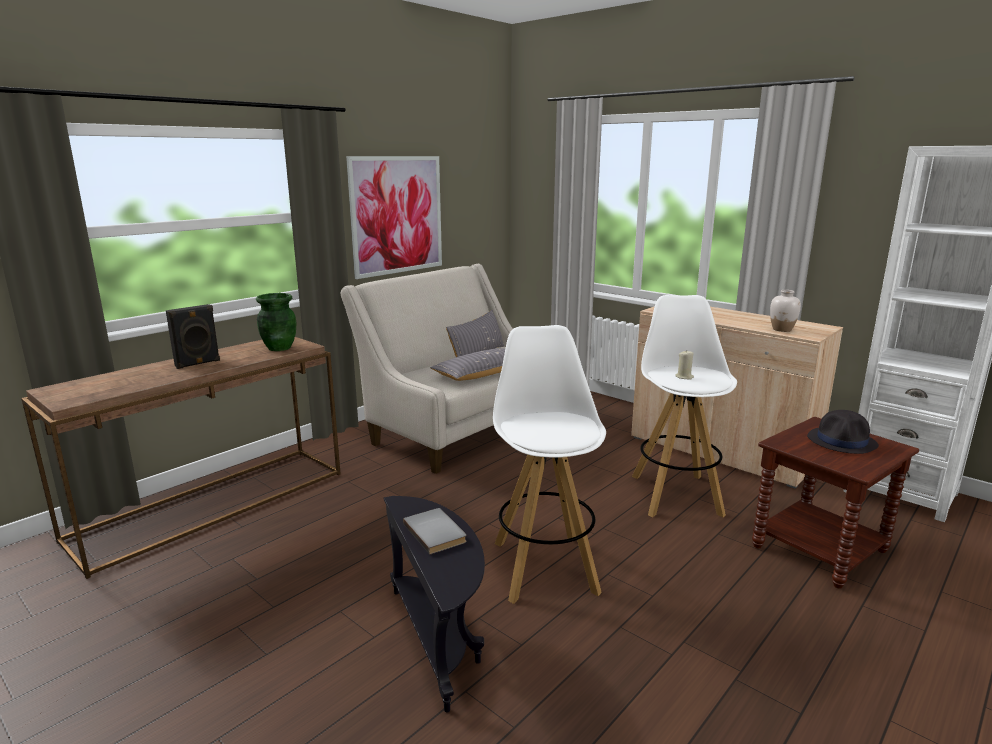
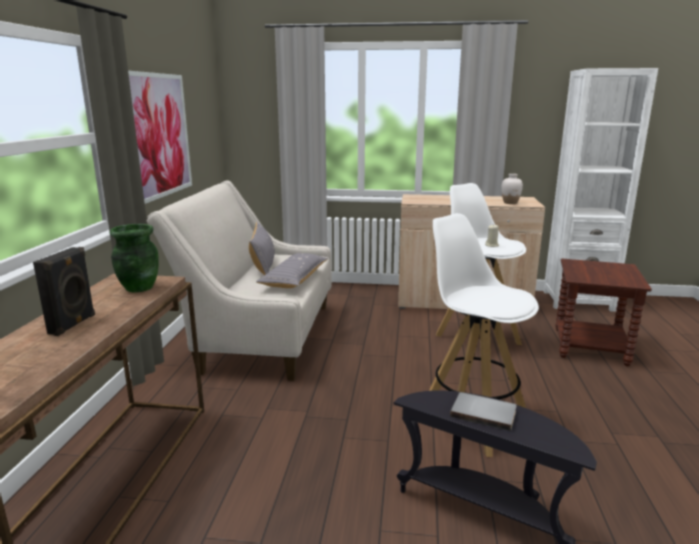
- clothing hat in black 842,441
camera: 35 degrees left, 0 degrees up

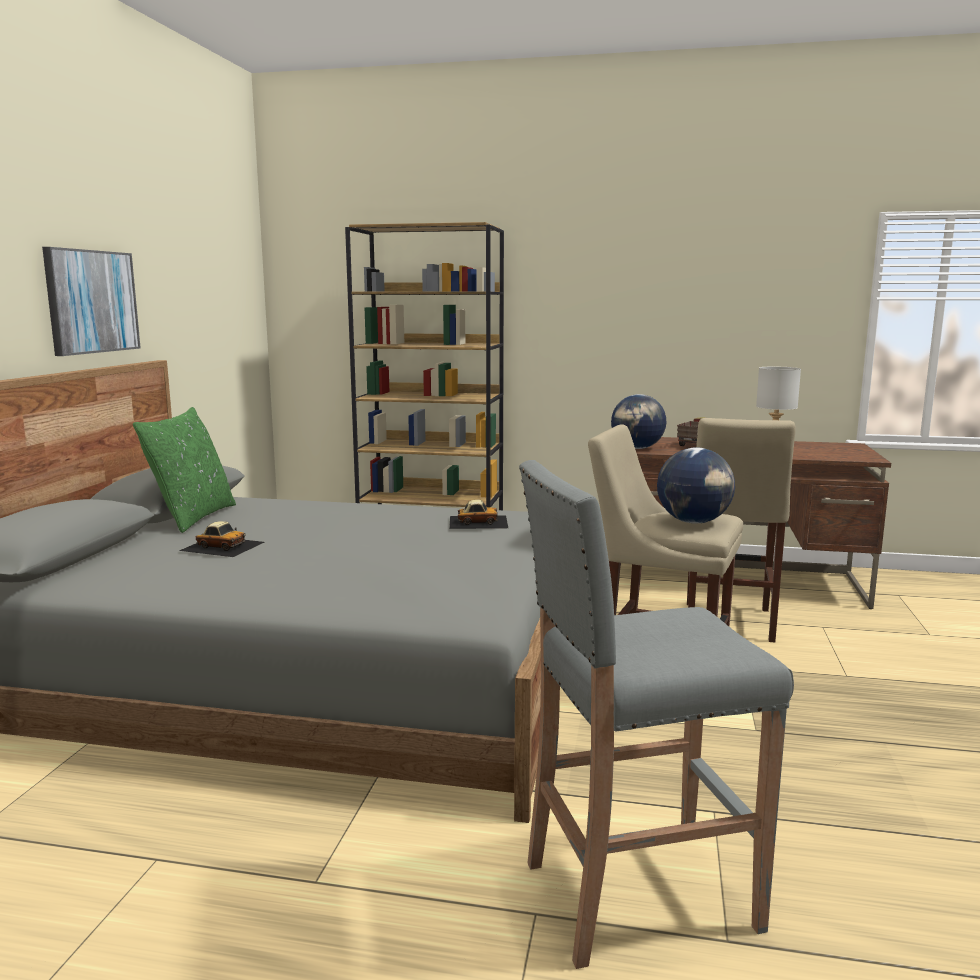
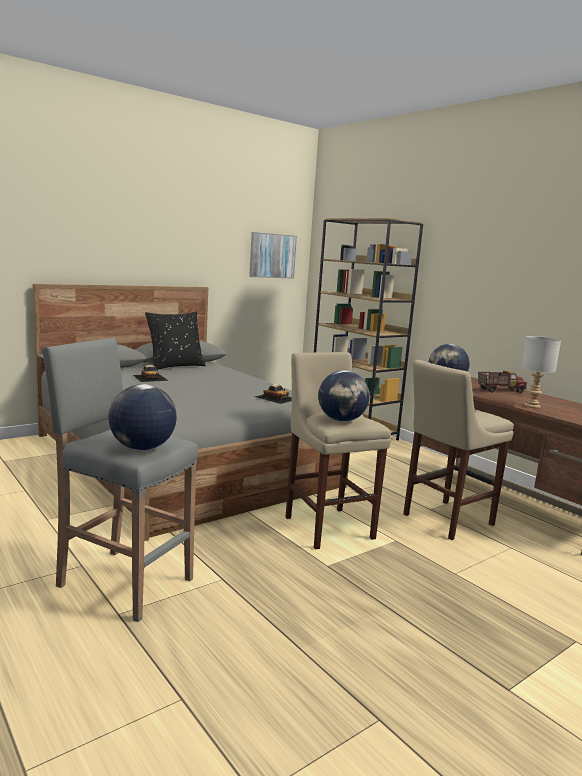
~ wall picture 91,301 to 272,255
~ throw pillow in greenish 192,518 to throw pillow in black 175,366
+ world globe 142,448
camera: 40 degrees right, 0 degrees up

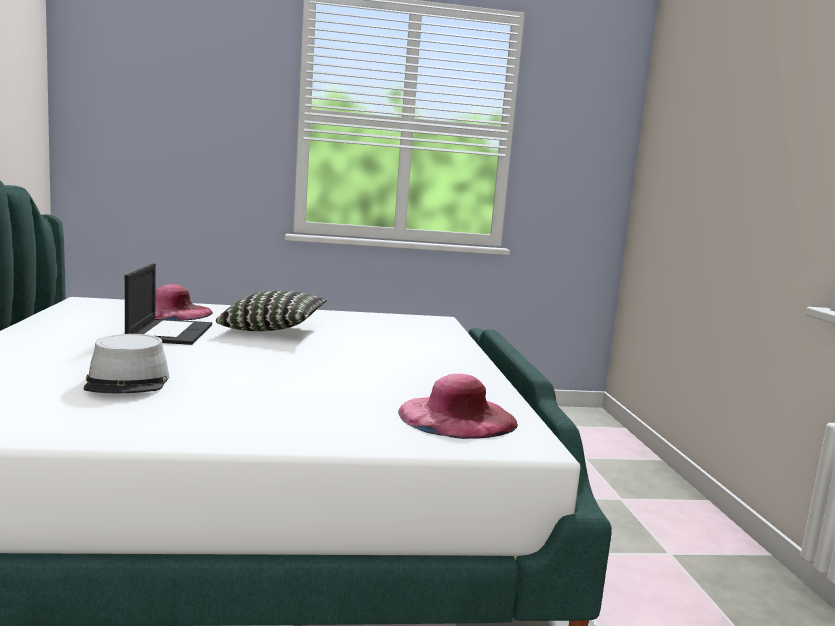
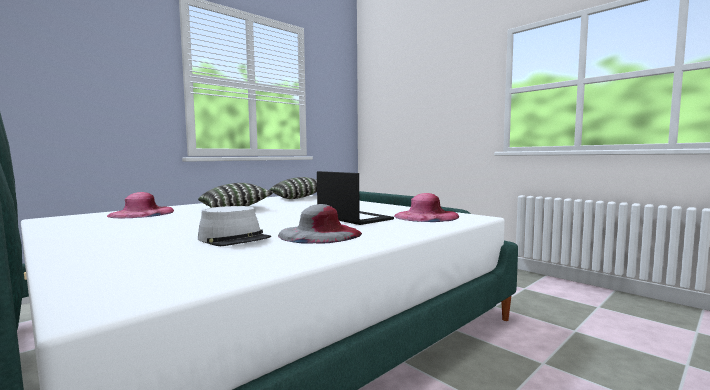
~ portable computer 170,332 to 353,218
+ throw pillow 298,198
+ clothing hat in gray 320,233
camera: 35 degrees left, 5 degrees down

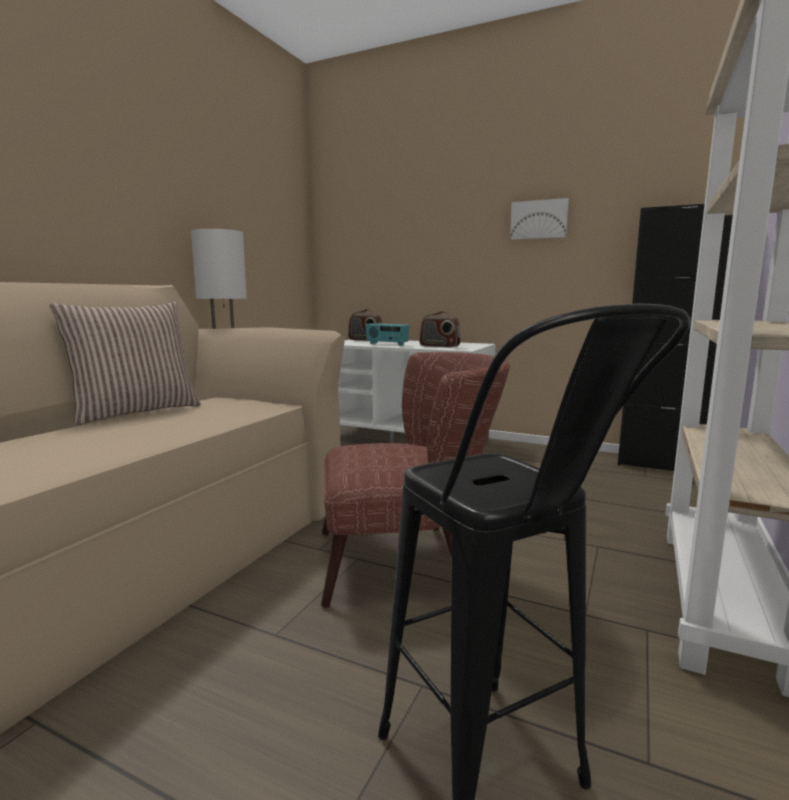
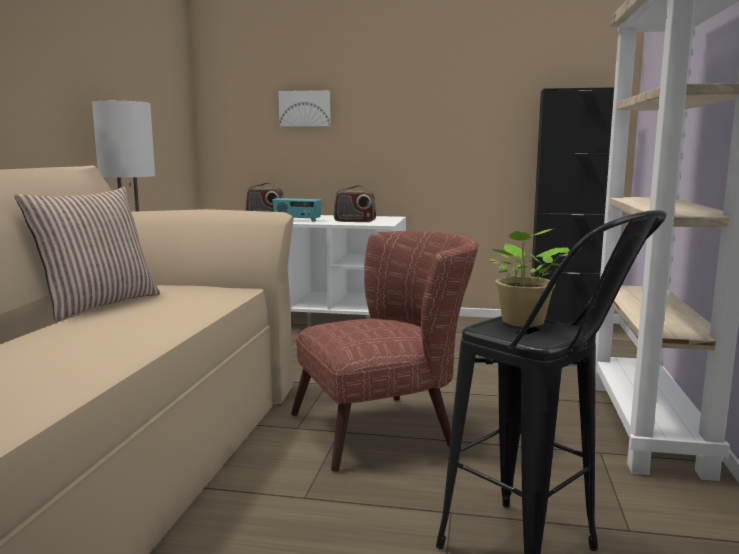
~ wall picture 539,219 to 305,108
+ plant in a pot 522,322
camera: 15 degrees left, 0 degrees up

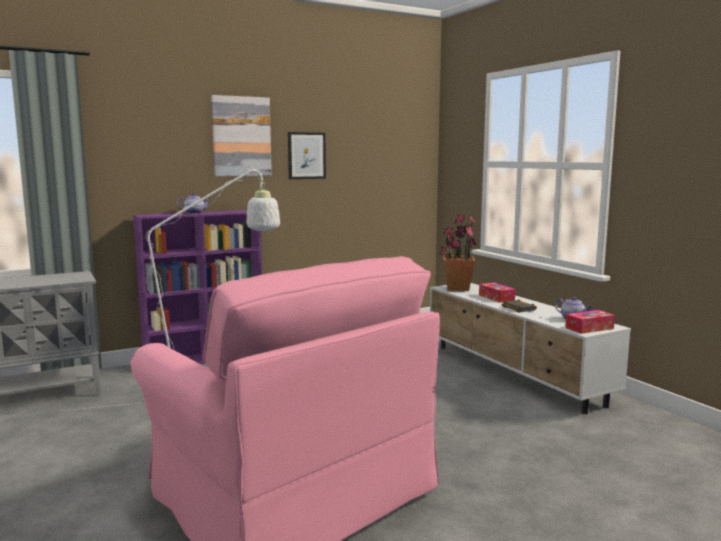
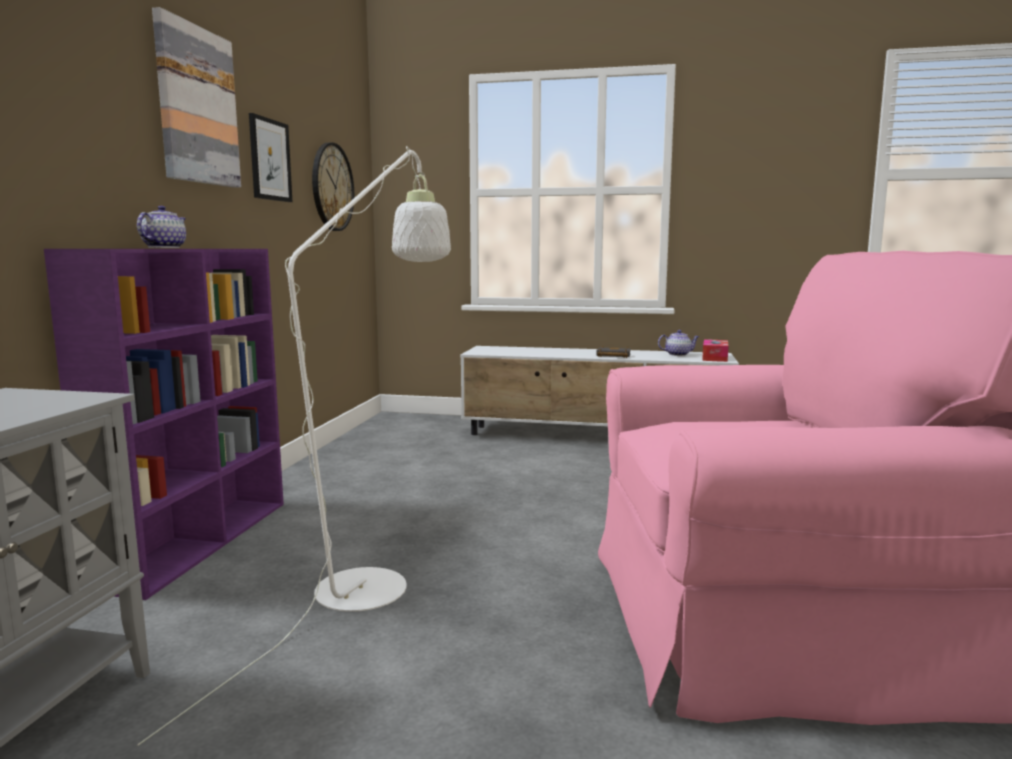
- plant in a pot 457,288
- tissue holder 496,298
+ clock on the wall 332,187
camera: 50 degrees left, 0 degrees up

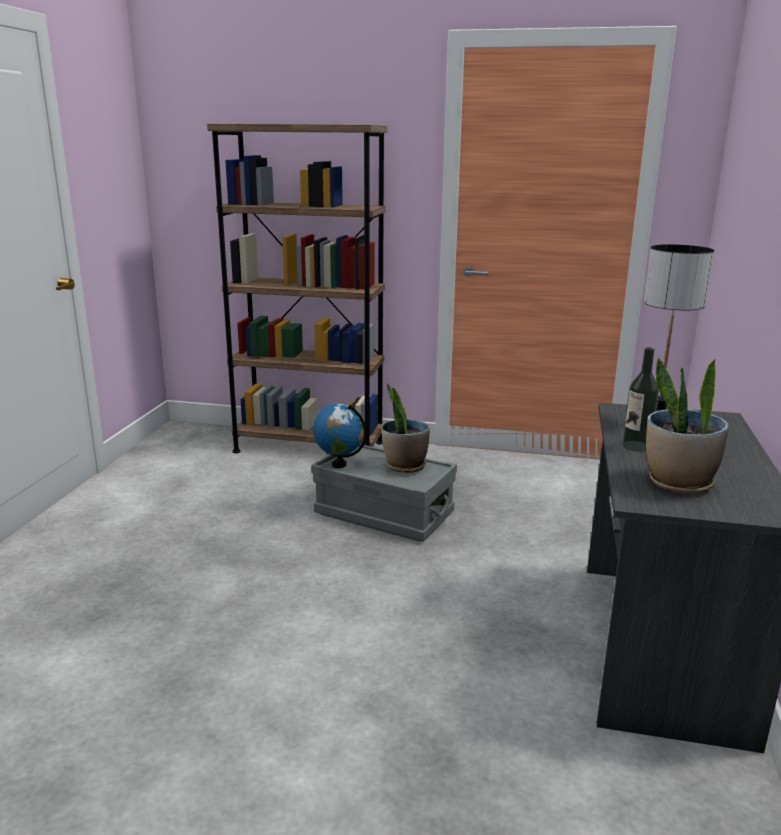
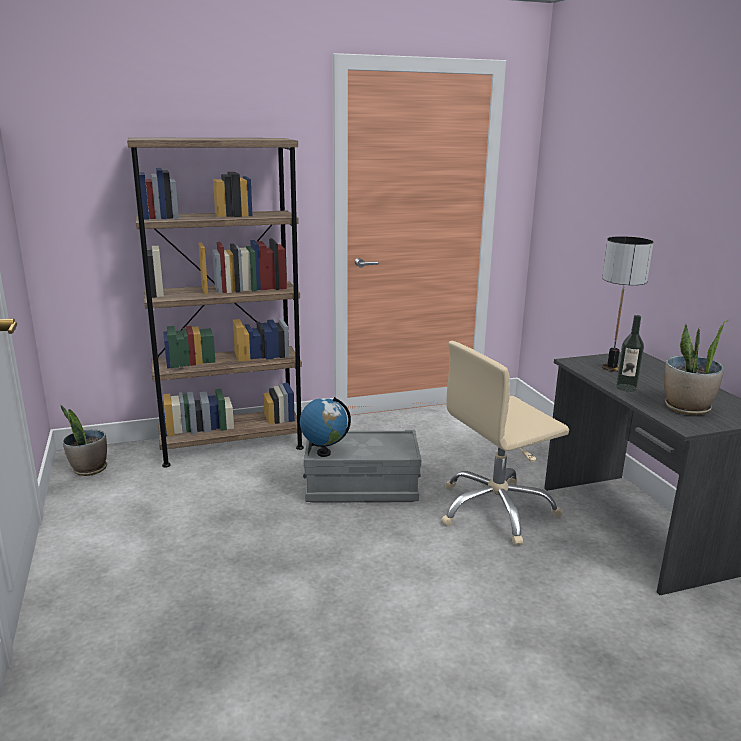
~ plant in a pot 404,466 to 89,469
+ computer chair in sand-coloured 496,510
camera: 30 degrees left, 0 degrees up

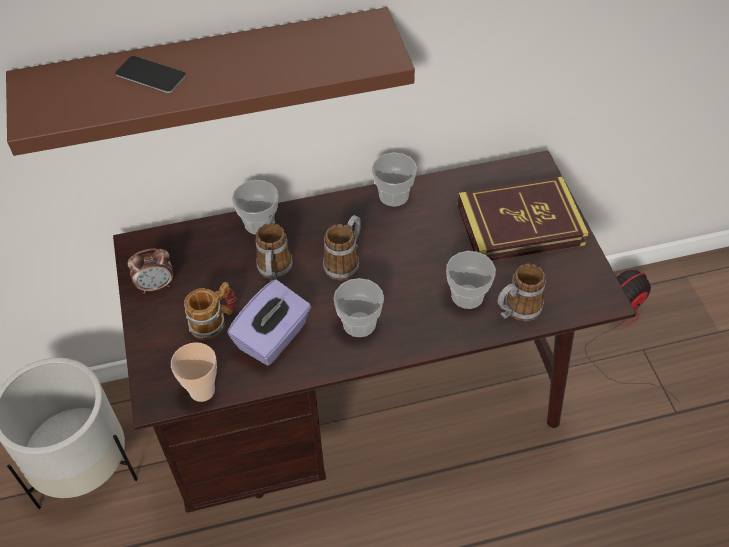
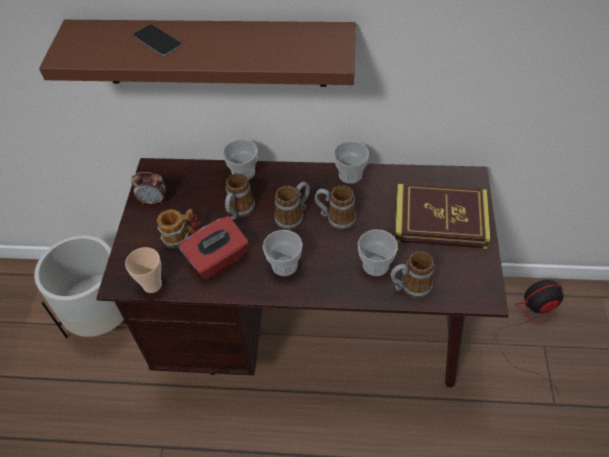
~ tissue holder in purple-coloured 273,338 to tissue holder in reddish 218,259
+ mug 335,218
camera: 20 degrees right, 0 degrees up

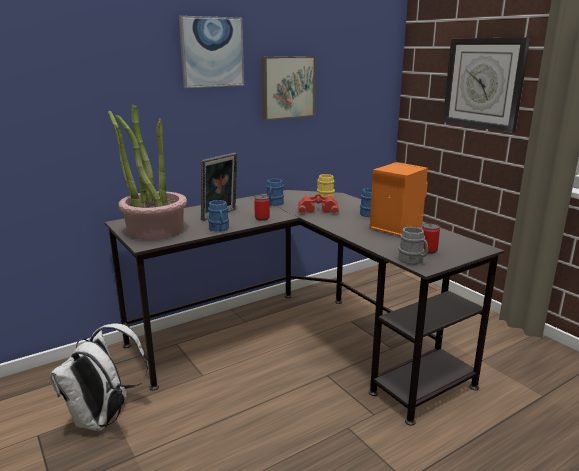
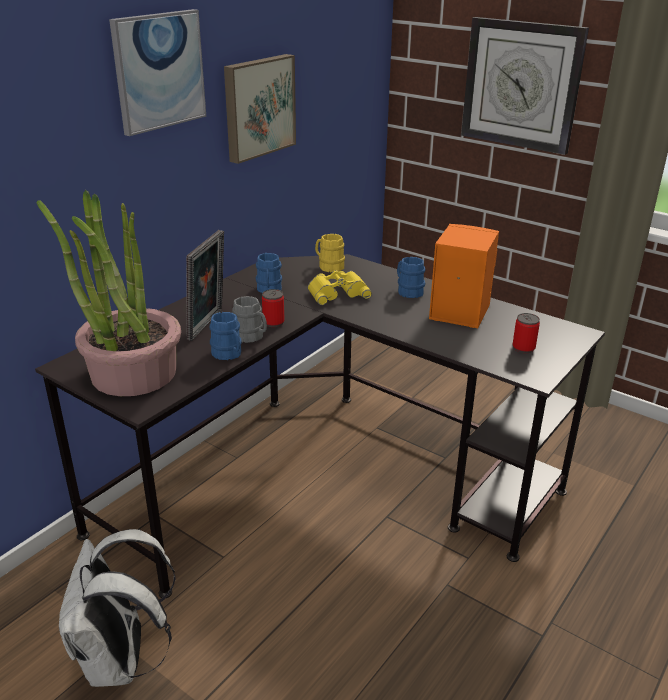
~ binoculars in reddish 318,209 to binoculars in yellowish 337,292
~ mug in gray 413,261 to 251,337
camera: 20 degrees left, 10 degrees up

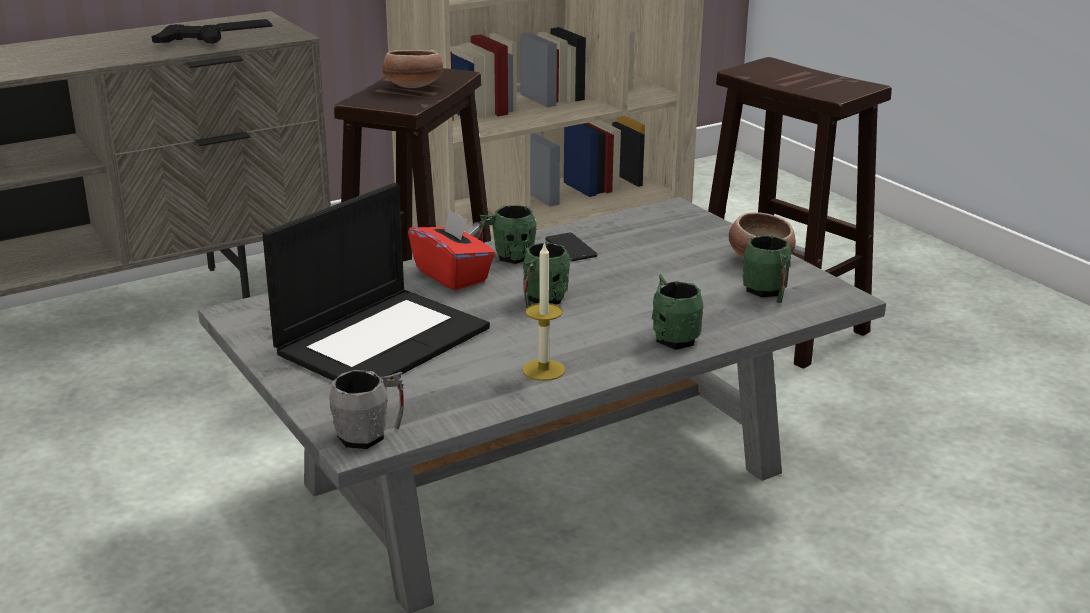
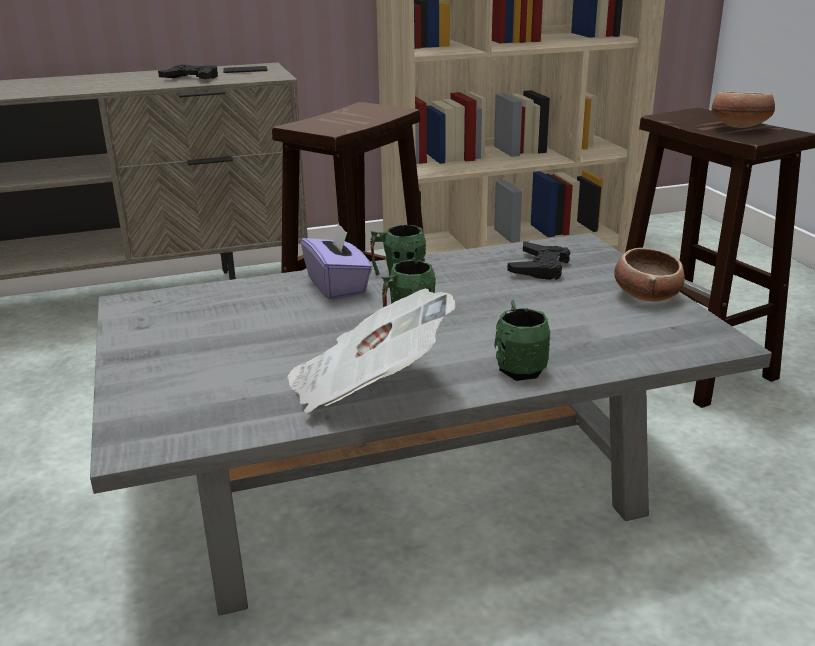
- portable computer 383,339
- mug in gray 370,435
~ serving bowl 413,87 to 739,127
~ tissue holder in reddish 452,275 to tissue holder in purple-coloured 338,286
~ candle 543,370 to newspaper 367,388
- phone 571,248
- mug in greenish 767,292
+ game controller in black 540,267
camera: 15 degrees right, 0 degrees up

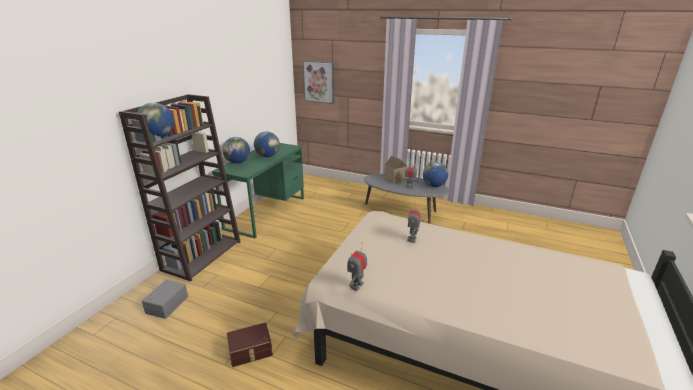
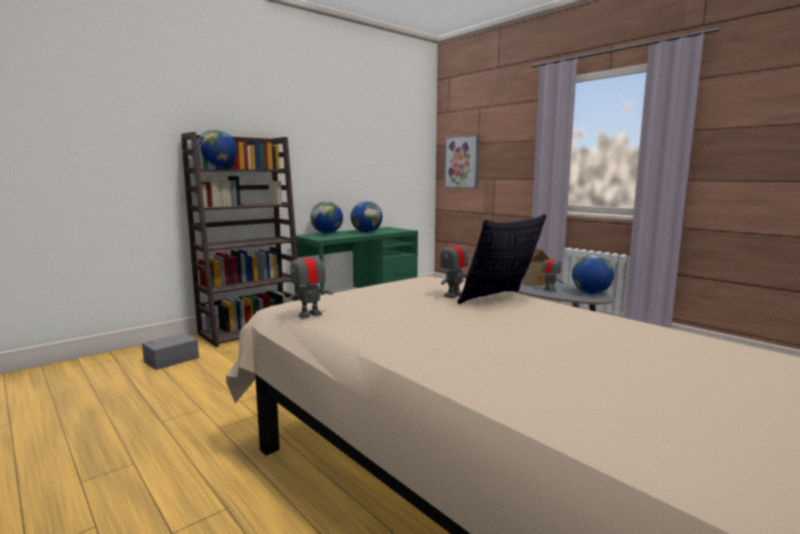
- storage bin in brown 251,351
+ throw pillow 499,300
camera: 25 degrees right, 15 degrees down

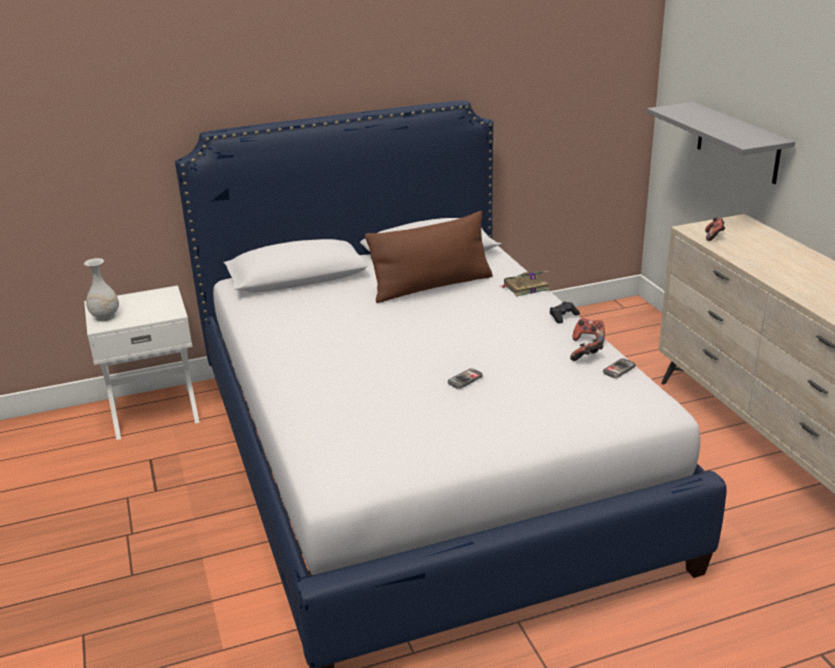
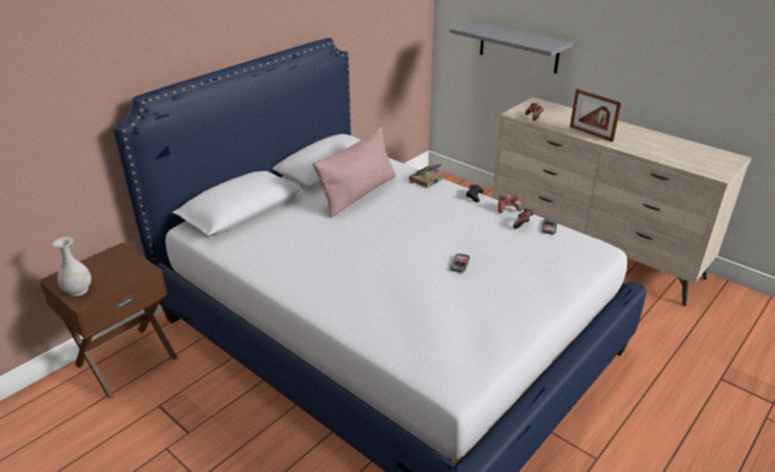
~ bedside table in whitish 154,411 to bedside table in brown 126,360
~ throw pillow in brown 432,286 to throw pillow in pink 358,194
+ standing frame 591,133
camera: 30 degrees left, 5 degrees up

